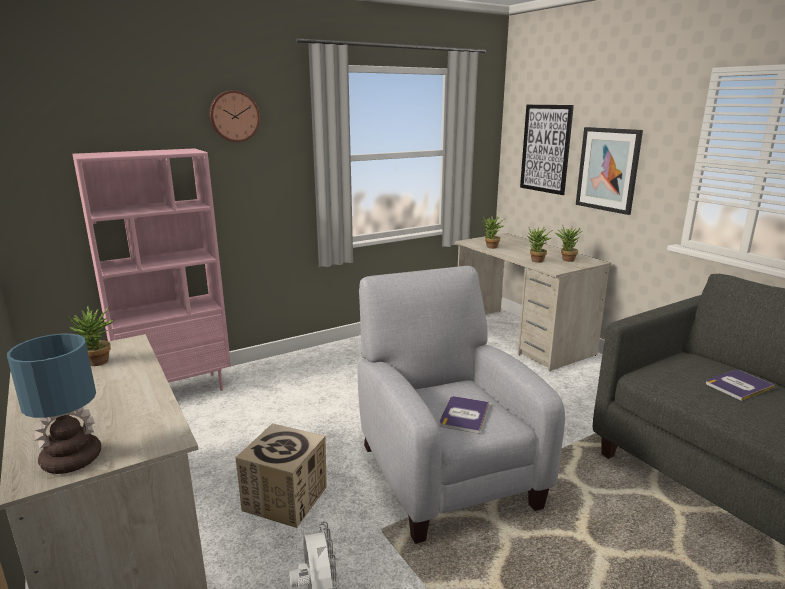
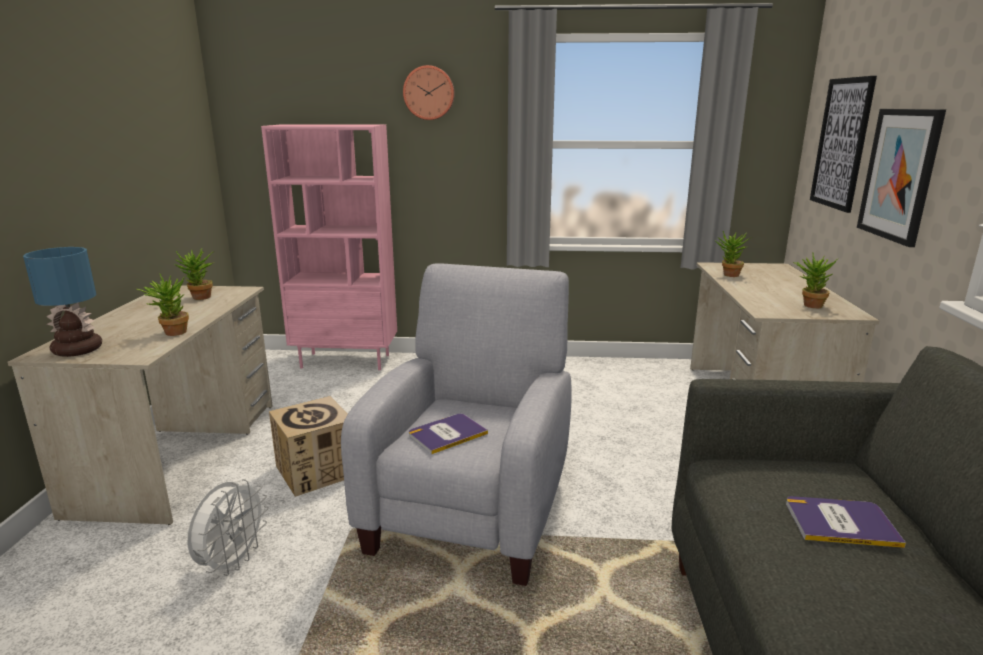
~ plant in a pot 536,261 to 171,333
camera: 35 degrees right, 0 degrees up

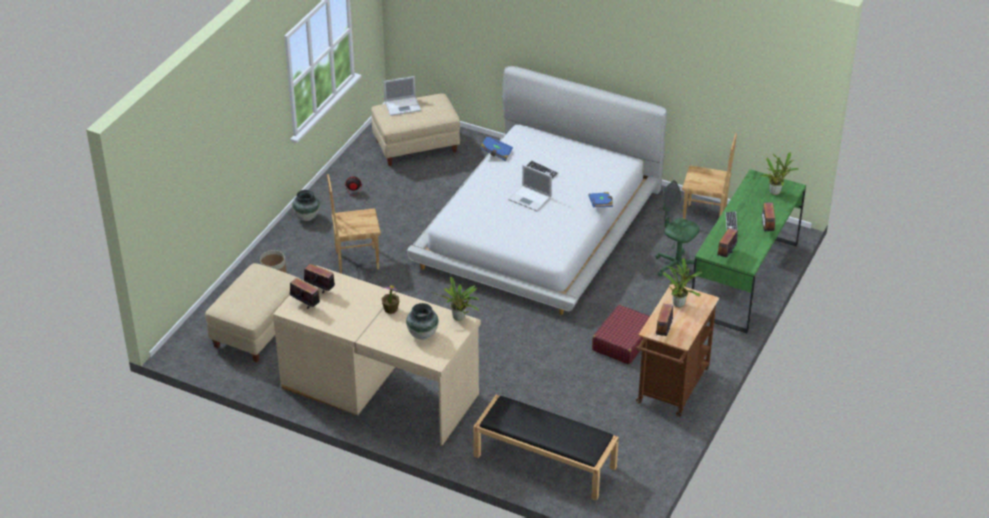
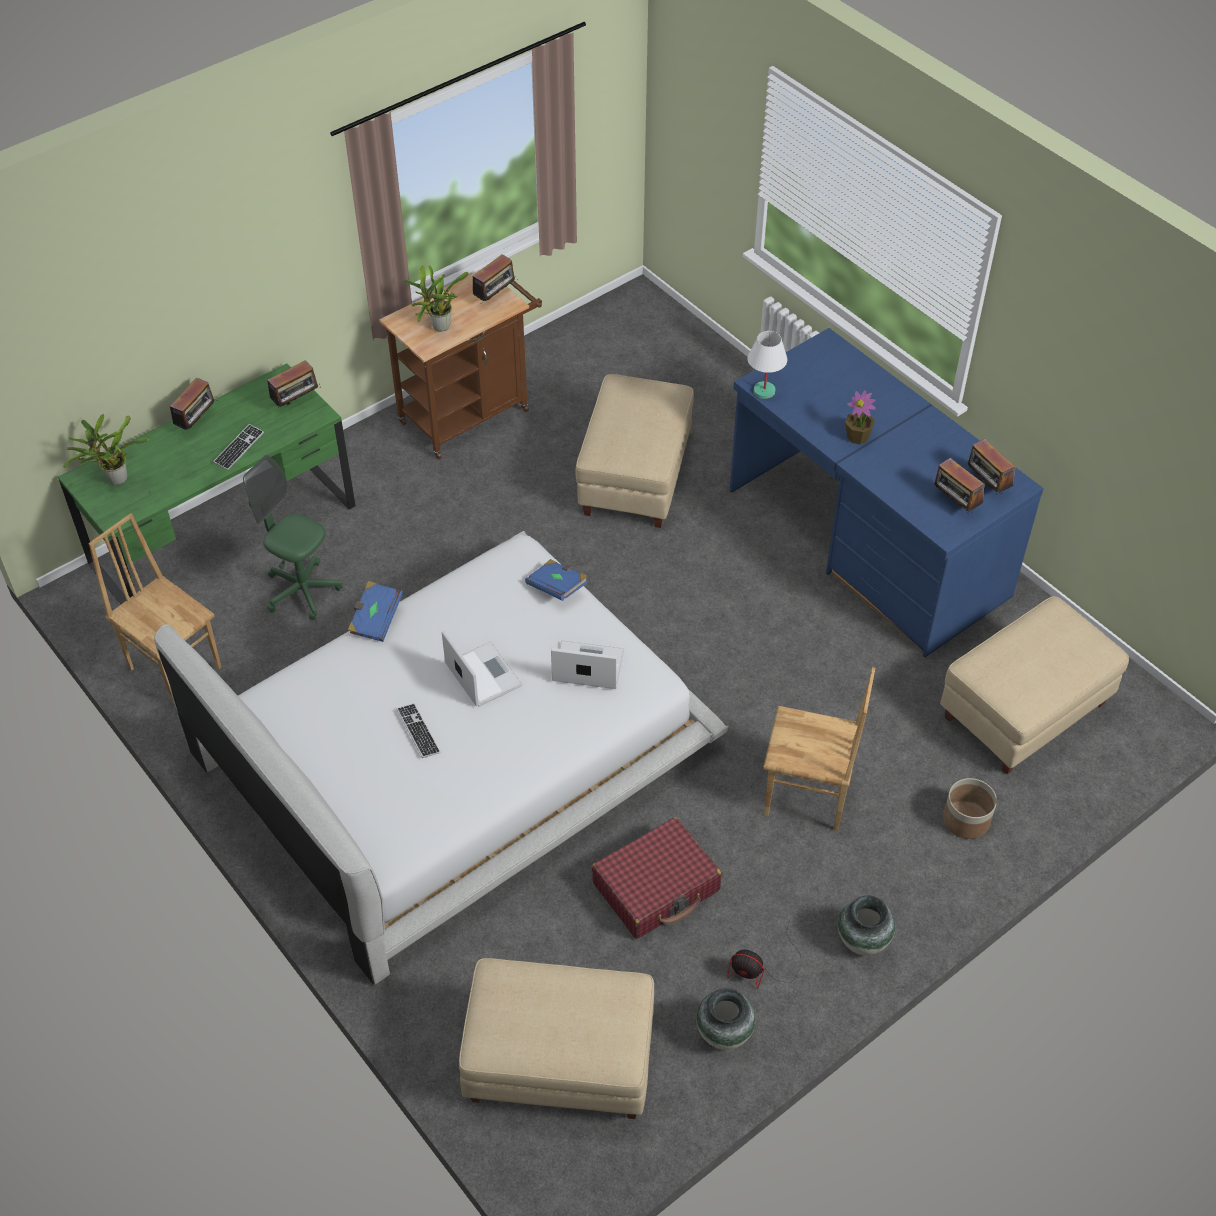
~ desk table in sand-coloured 380,390 to desk table in blue 865,543
~ portable computer 403,106 to 586,666
~ decorative vase 422,335 to 724,1033
~ plant in a pot 459,318 to table lamp in whitish 763,391
- long seat in black 543,461
~ book in blue 496,153 to 557,587
~ suitcase in reddish 623,342 to 656,887
~ computer chair in greenish 676,267 = 302,591 150 degrees clockwise
+ pouffe in sand-coloured 636,477
camera: 155 degrees left, 10 degrees up

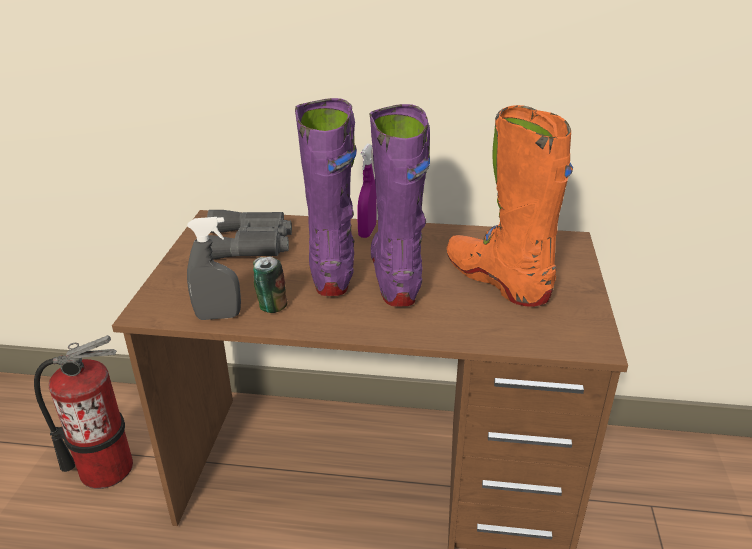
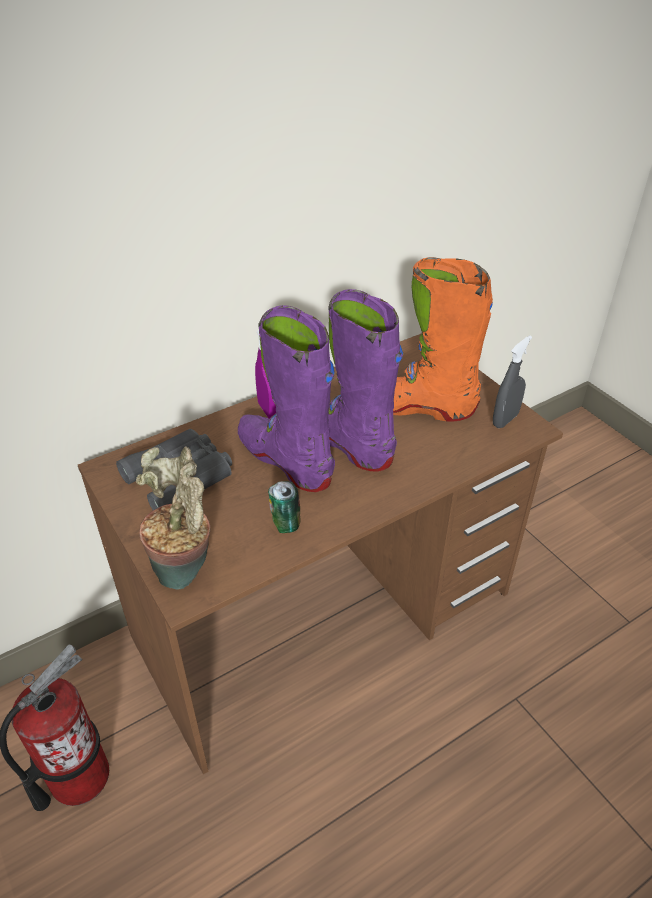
~ spray bottle in gray 218,316 to 505,420
+ plant in a pot 186,569
camera: 40 degrees left, 10 degrees up

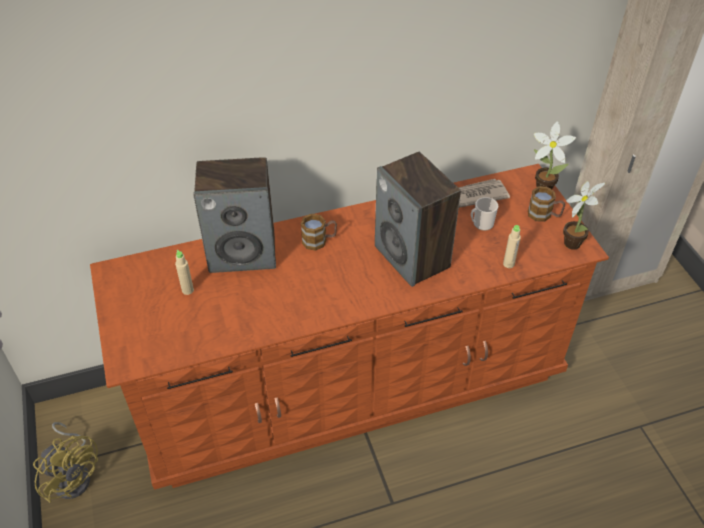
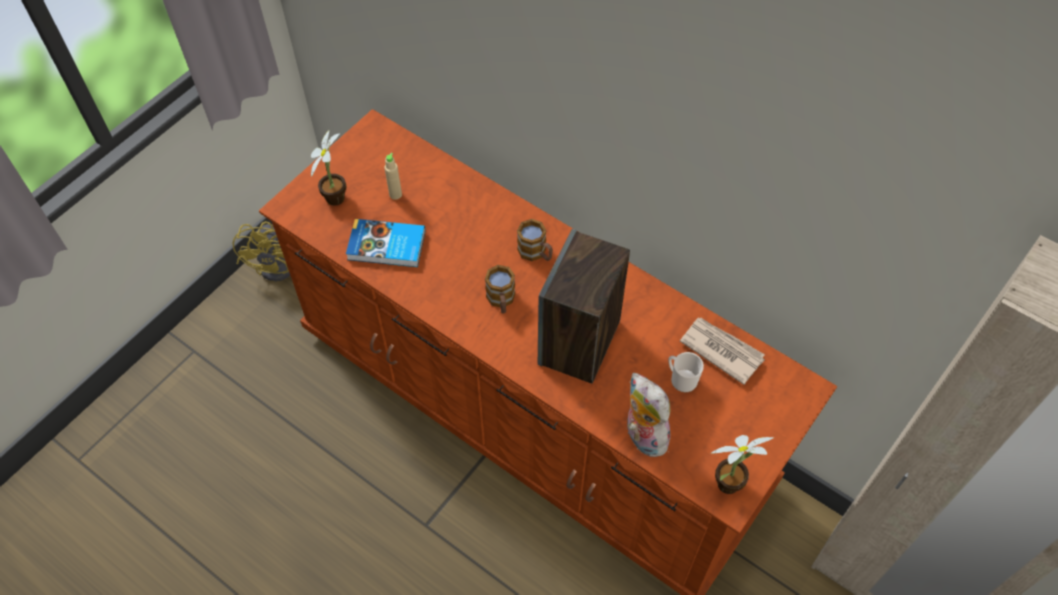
- audio speaker 243,253
~ bottle in sand-coloured 508,264 to plush toy 642,435
~ mug 544,215 to 501,301
~ plant in a pot 541,187 to 336,195
+ book 387,246
camera: 55 degrees right, 10 degrees up

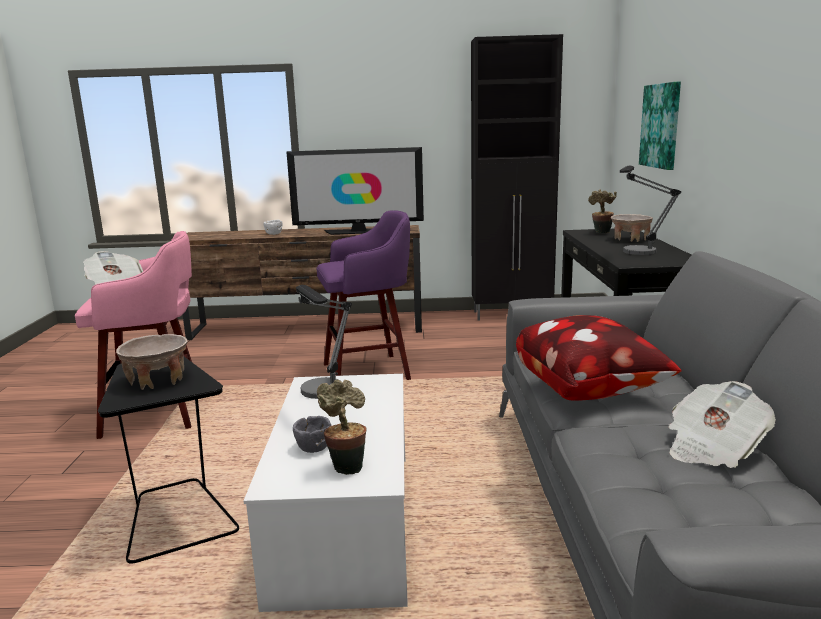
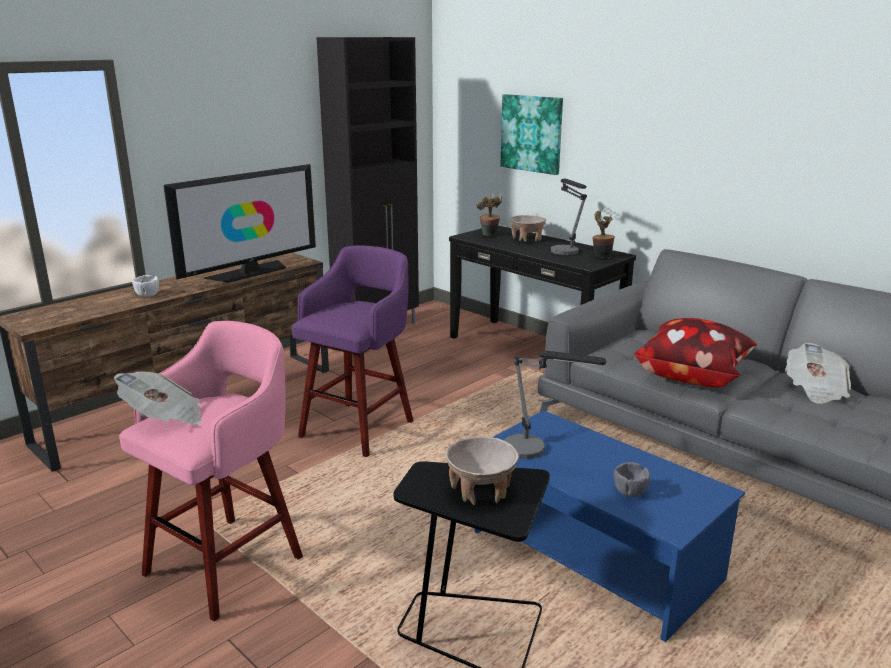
~ lounge table in whitish 345,524 to lounge table in blue 595,556
~ plant in a pot 346,466 to 600,257
camera: 45 degrees left, 5 degrees up

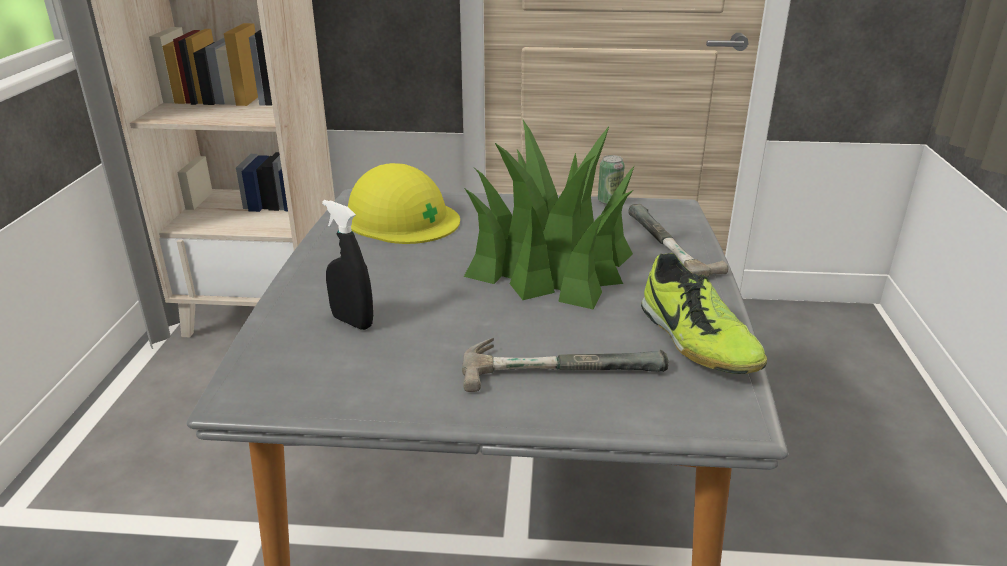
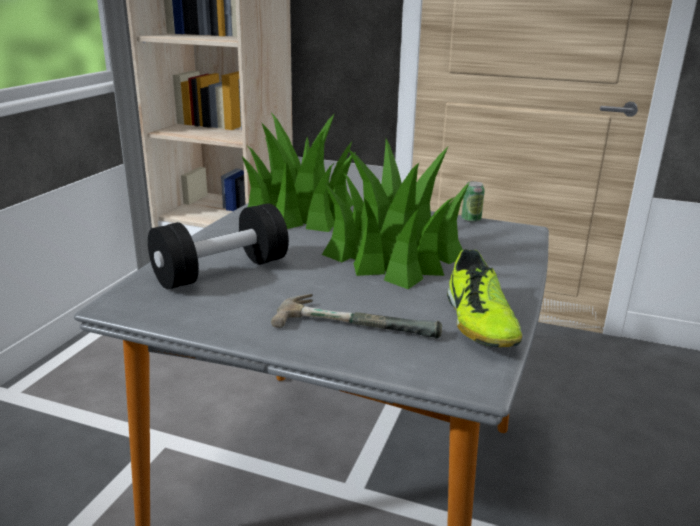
~ spray bottle in black 352,322 to free weight in black 221,271
~ safety helmet in yellowish 400,218 to plant in a pot 300,212
- tool hammer 658,246
camera: 15 degrees right, 5 degrees down

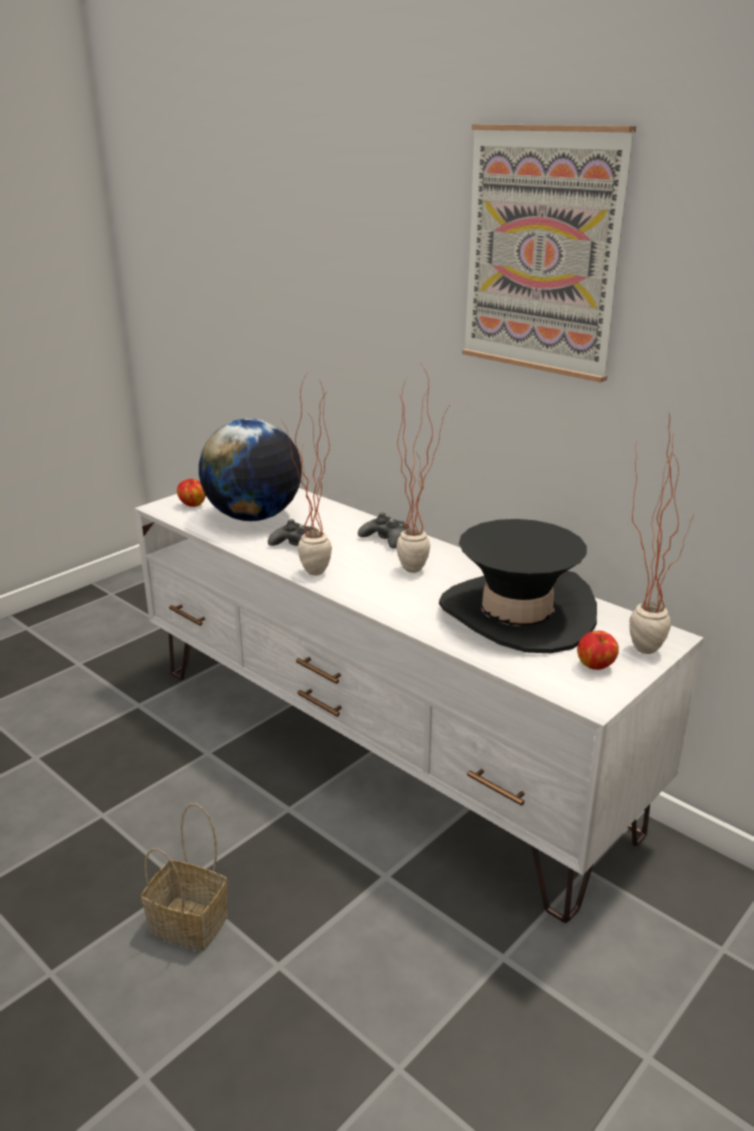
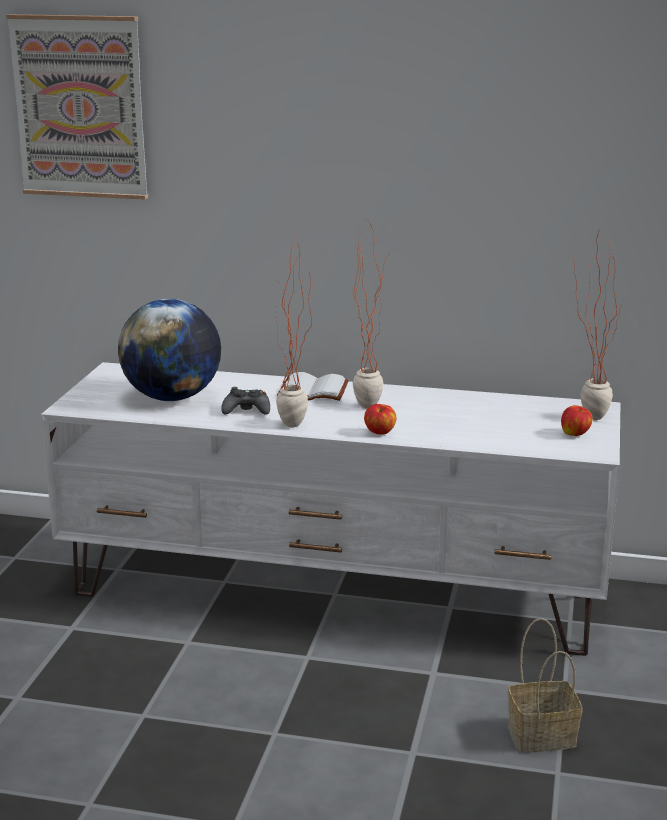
~ basket 192,923 to 543,735
~ apple fruit 192,505 to 380,433
~ game controller in black 386,539 to book in whitish 314,390
- clothing hat in black 517,614
~ wall picture 542,252 to 80,107
camera: 30 degrees left, 5 degrees down

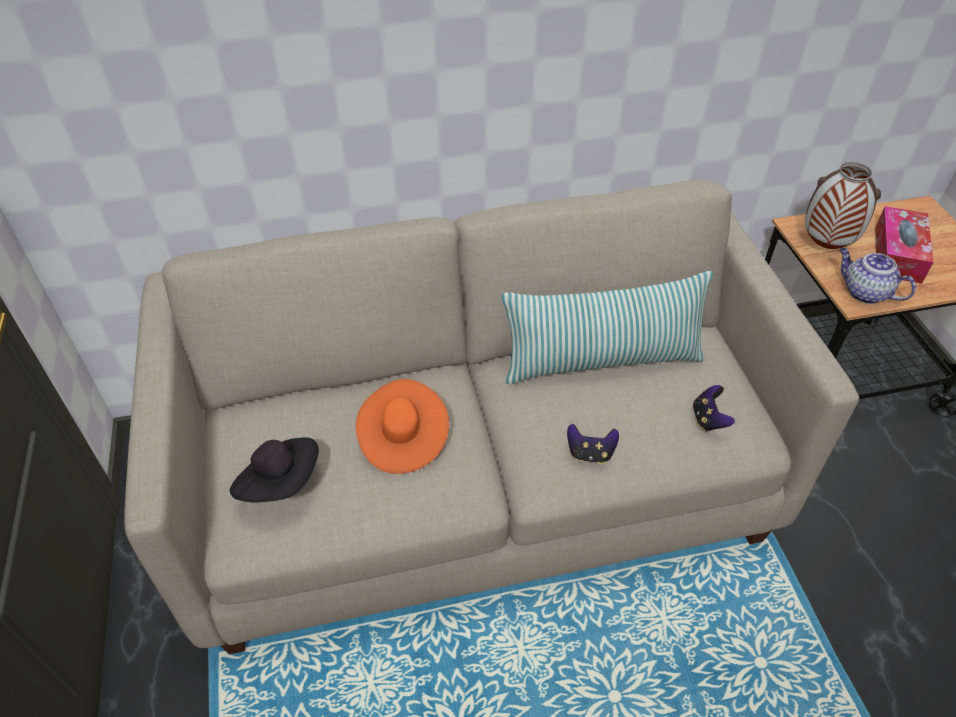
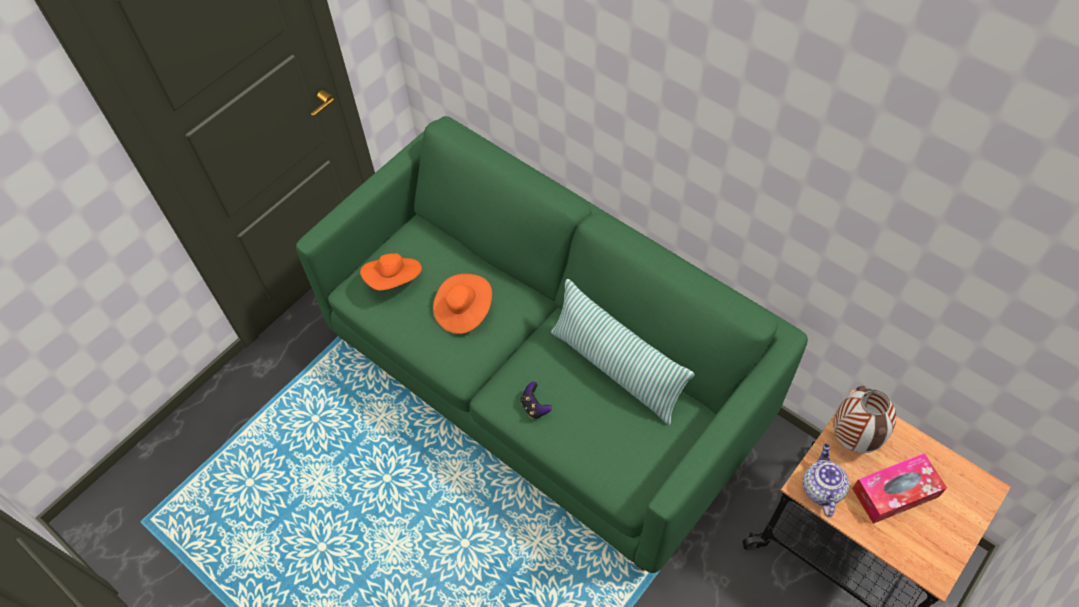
~ settee in sand-coloured 479,484 to settee in greenish 545,380
~ clothing hat in black 281,483 to clothing hat in orangey 394,280
- game controller 708,419
camera: 55 degrees right, 10 degrees up

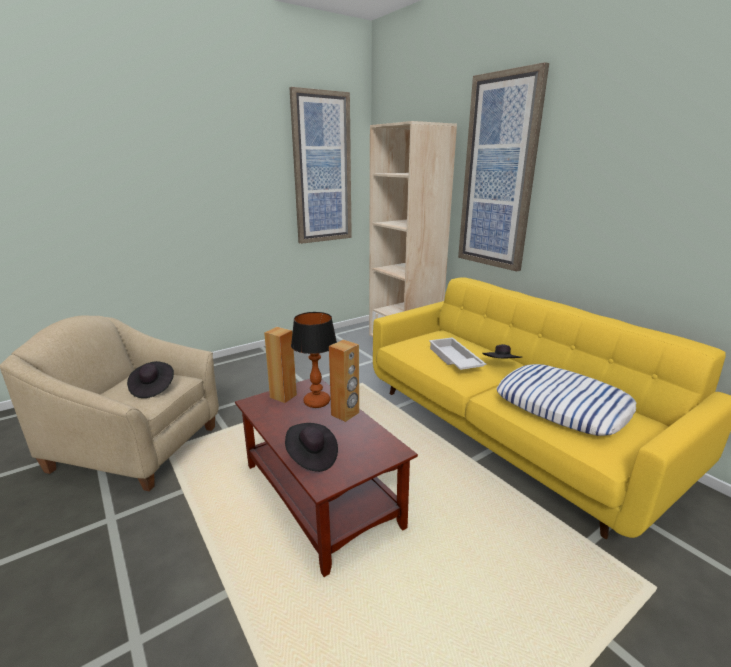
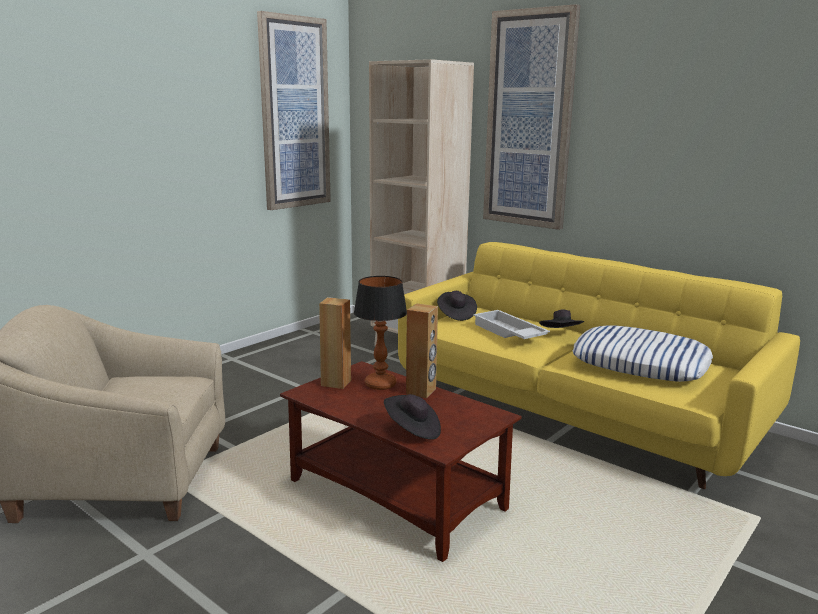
~ clothing hat in black 152,388 to 456,315
camera: 15 degrees left, 5 degrees down

